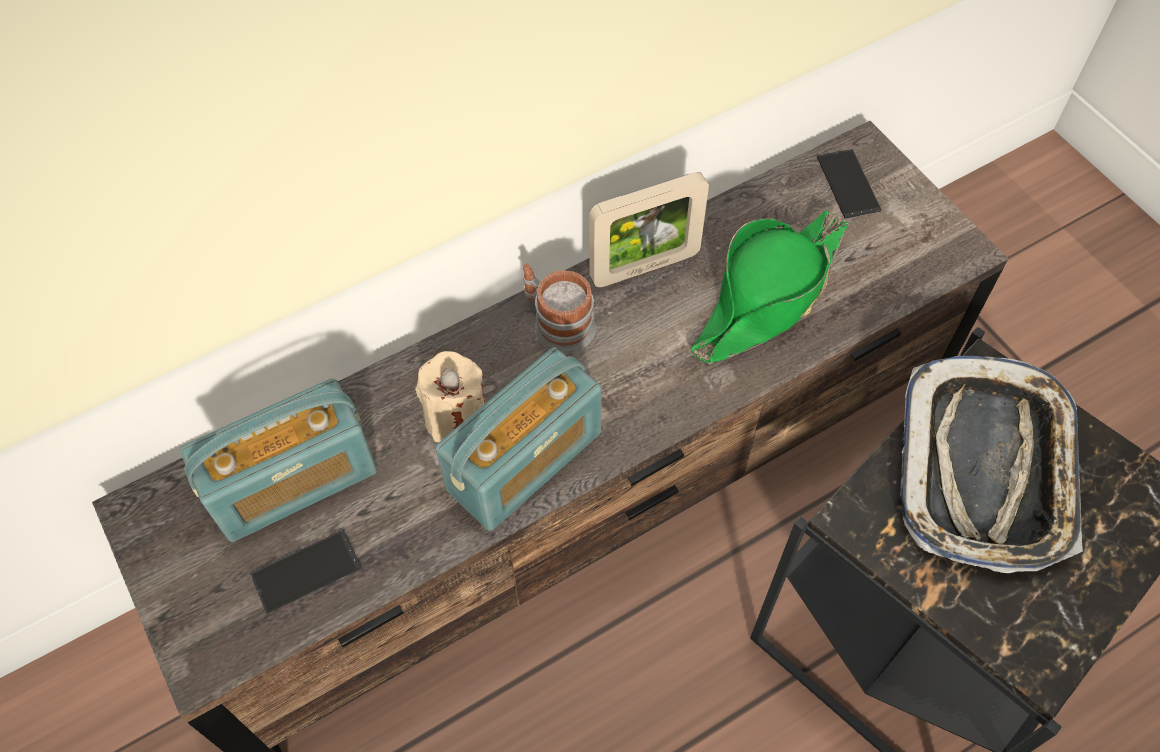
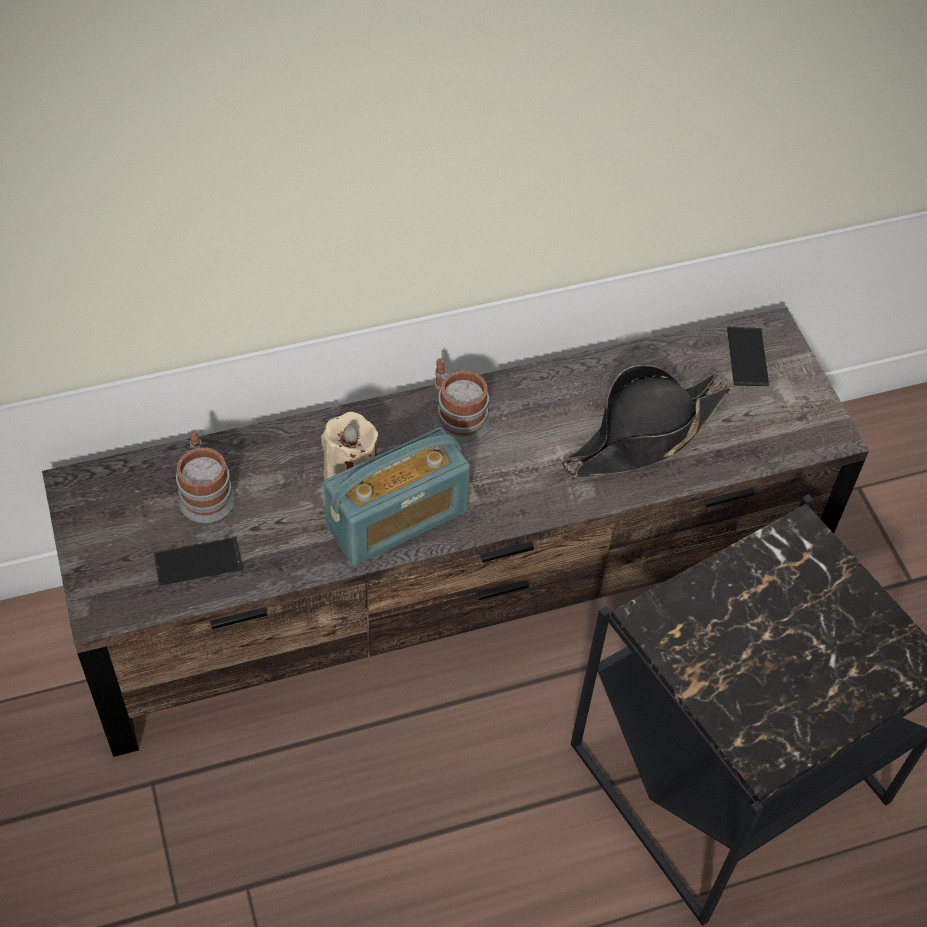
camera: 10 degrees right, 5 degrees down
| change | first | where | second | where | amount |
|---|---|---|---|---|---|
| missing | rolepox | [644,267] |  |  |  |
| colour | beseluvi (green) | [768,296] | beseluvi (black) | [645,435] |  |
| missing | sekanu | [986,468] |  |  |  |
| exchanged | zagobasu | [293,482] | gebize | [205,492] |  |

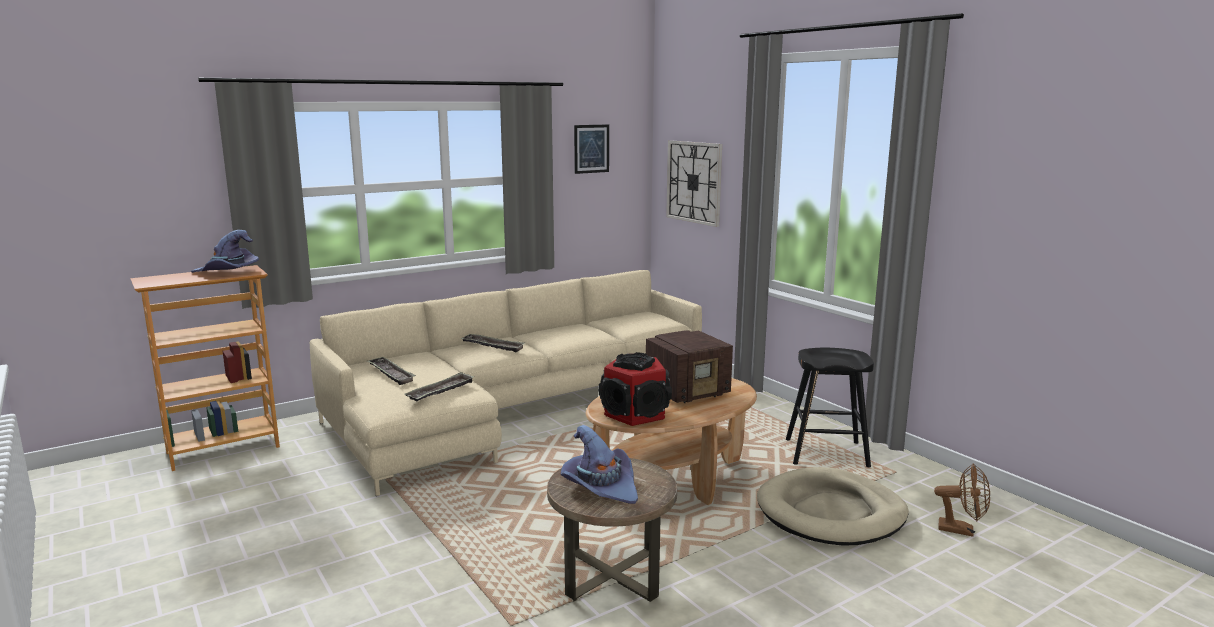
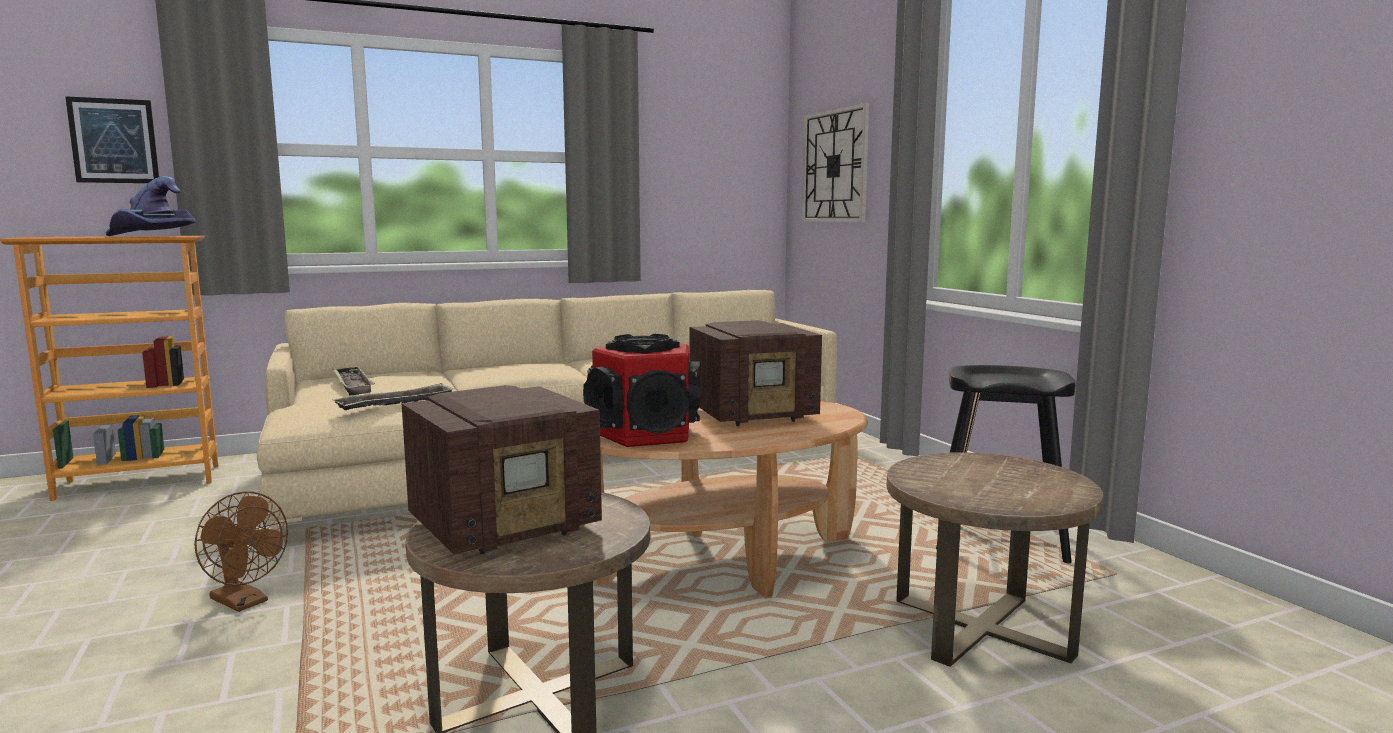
camera: 10 degrees right, 5 degrees down
| change | first | where | second | where | amount |
|---|---|---|---|---|---|
| relocated | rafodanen | [591,148] |  | [114,141] |  |
| missing | sekanu | [492,346] |  |  |  |
| exchanged | beseluvi (purple) | [600,486] | zagobasu | [507,526] |  |
| relocated | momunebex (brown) | [962,530] |  | [245,602] |  |
| exchanged | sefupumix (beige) | [831,513] | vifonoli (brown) | [981,628] |  |

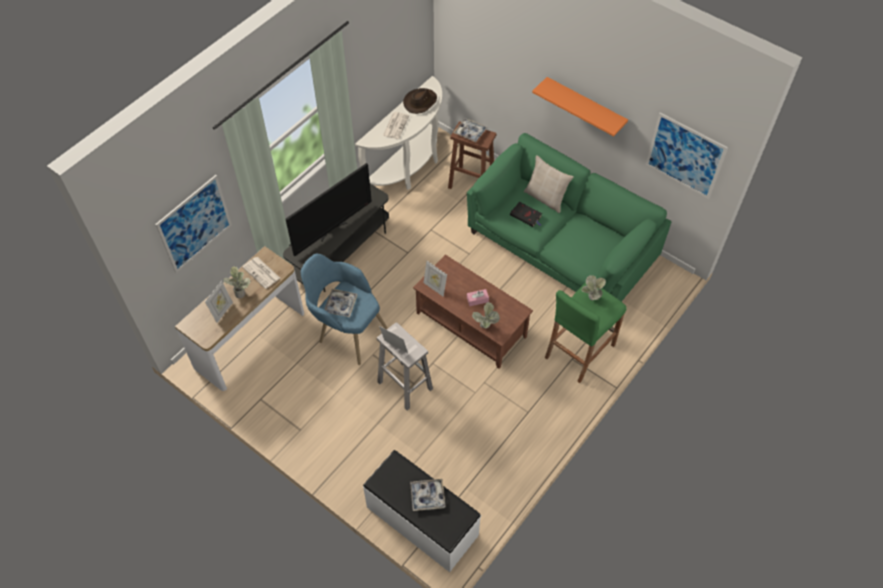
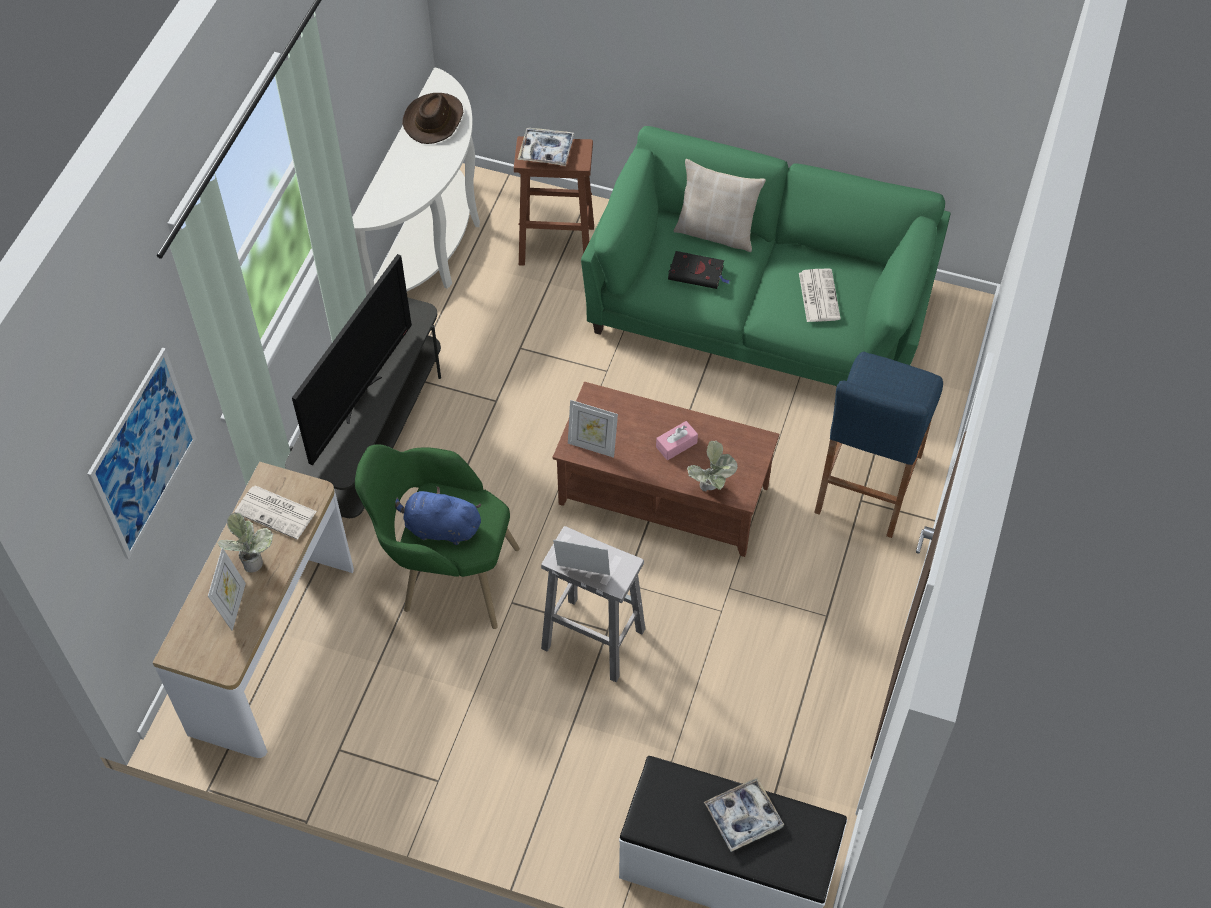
camera: 20 degrees left, 0 degrees up
| change | first | where | second | where | amount |
|---|---|---|---|---|---|
| missing | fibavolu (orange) | [585,107] |  |  |  |
| relocated | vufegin | [395,125] |  | [818,295] |  |
| missing | rafodanen | [685,155] |  |  |  |
| colour | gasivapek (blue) | [346,331] | gasivapek (green) | [445,576] |  |
| missing | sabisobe | [590,299] |  |  |  |
| colour | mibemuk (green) | [579,351] | mibemuk (blue) | [867,482] |  |
| exchanged | sekanu | [341,305] | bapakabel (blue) | [439,528] |  |

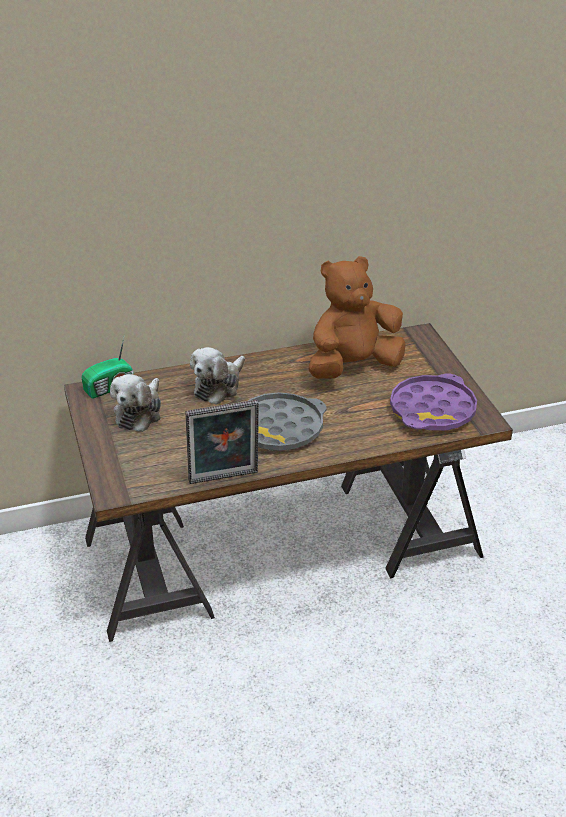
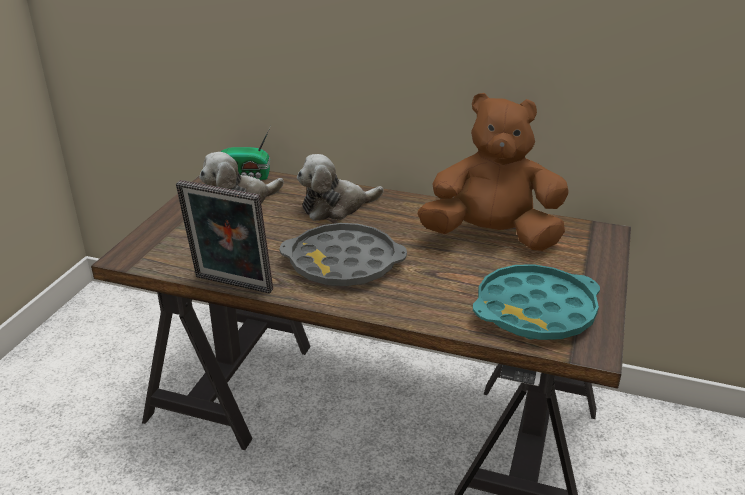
camera: 35 degrees right, 5 degrees down
| change | first | where | second | where | amount |
|---|---|---|---|---|---|
| colour | sekanu (purple) | [432,410] | sekanu (turquoise) | [535,311] |  |

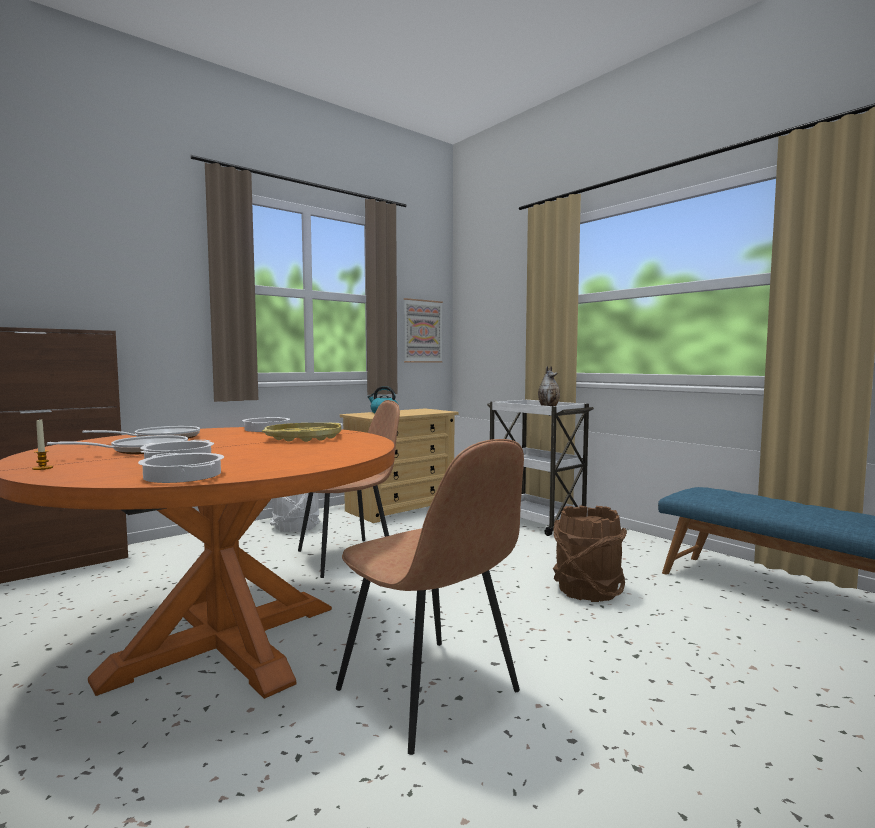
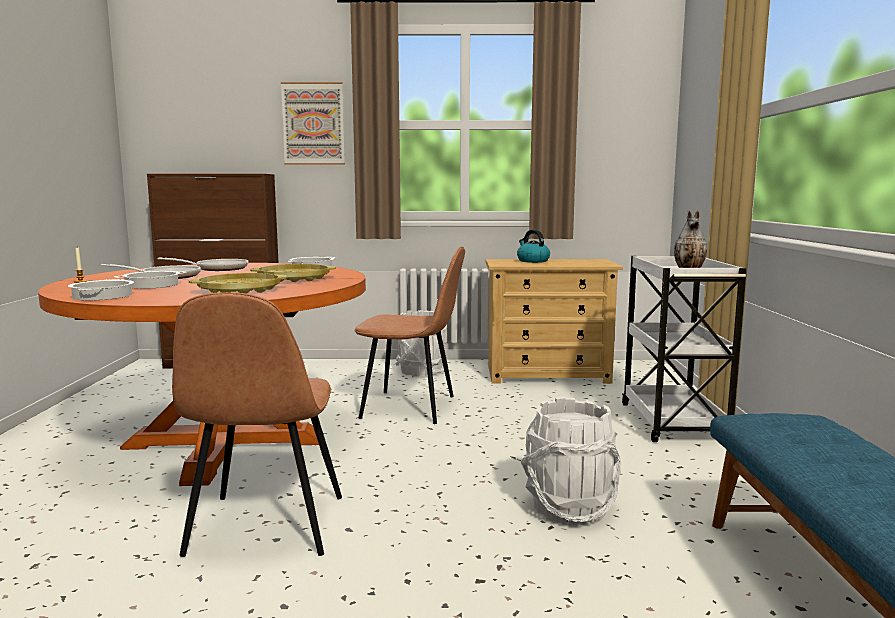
camera: 40 degrees right, 5 degrees up
| change | first | where | second | where | amount |
|---|---|---|---|---|---|
| relocated | rafodanen | [422,331] |  | [313,124] |  |
| colour | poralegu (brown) | [587,590] | poralegu (white) | [569,508] |  |
| appeared |  |  | sekanu (yellow) | [239,290] |  |

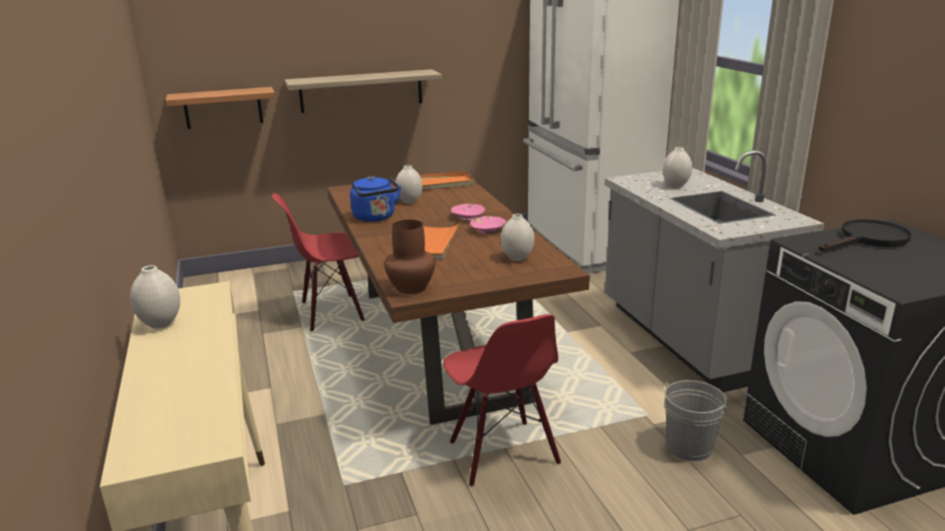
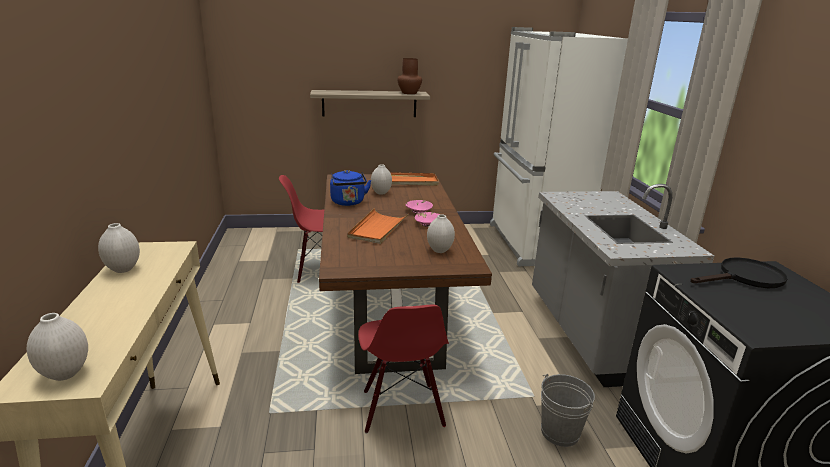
camera: 10 degrees right, 0 degrees up
| change | first | where | second | where | amount |
|---|---|---|---|---|---|
| missing | fibavolu | [223,108] |  |  |  |
| relocated | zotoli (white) | [675,186] |  | [64,374] |  |
| relocated | zotoli (brown) | [412,287] |  | [409,93] |  |

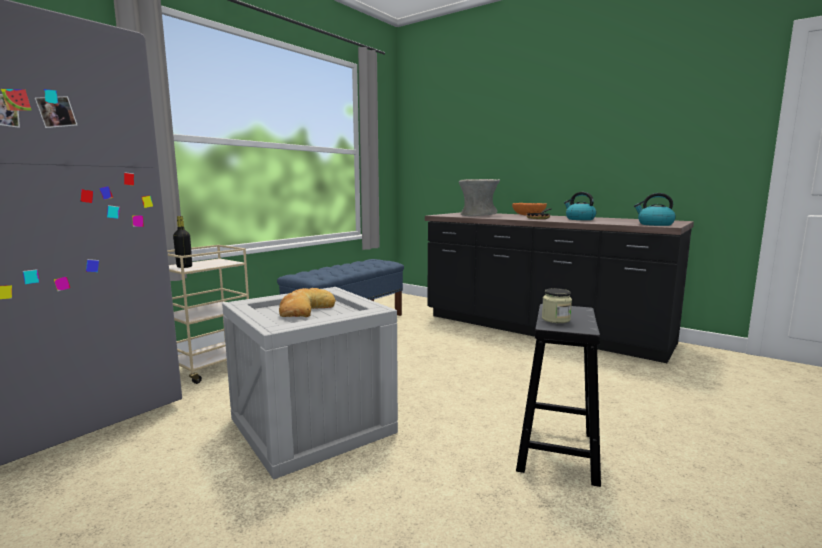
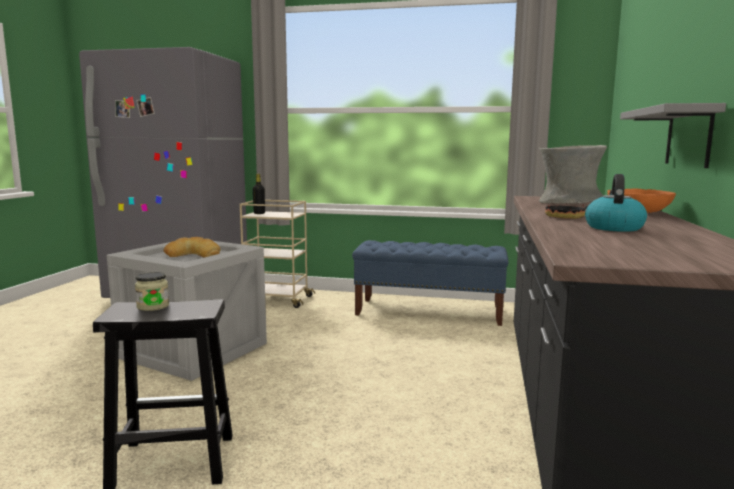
camera: 65 degrees right, 0 degrees up
| change | first | where | second | where | amount |
|---|---|---|---|---|---|
| missing | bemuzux | [654,224] |  |  |  |
| appeared |  |  | fibavolu (grey) | [688,137] |  |

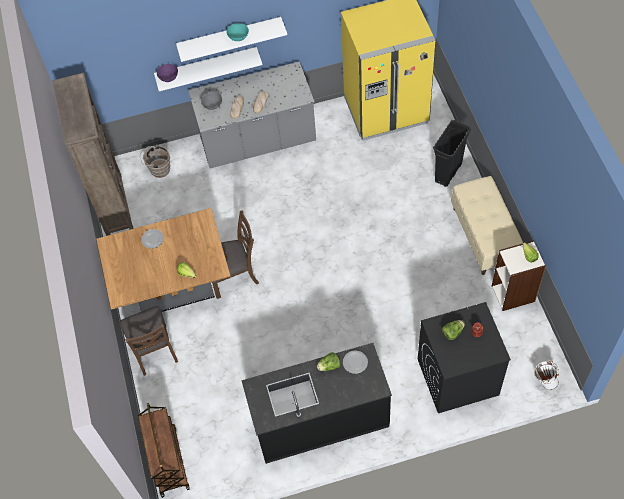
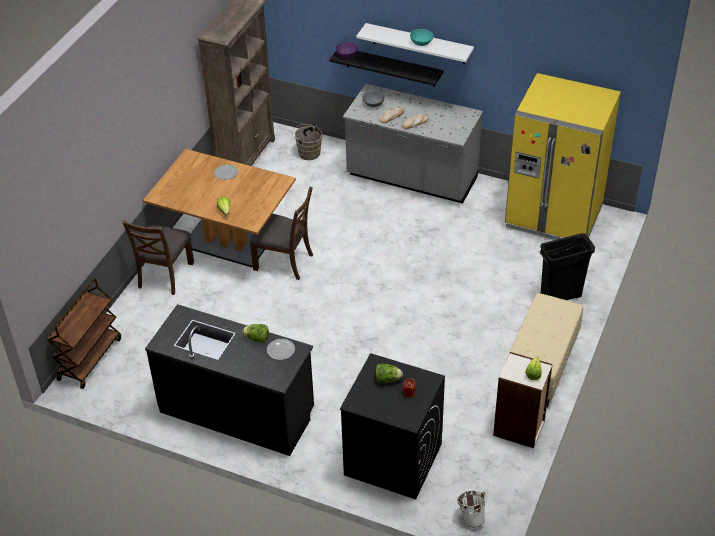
camera: 35 degrees right, 15 degrees down
| change | first | where | second | where | amount |
|---|---|---|---|---|---|
| colour | fibavolu (white) | [206,66] | fibavolu (black) | [390,67] |  |

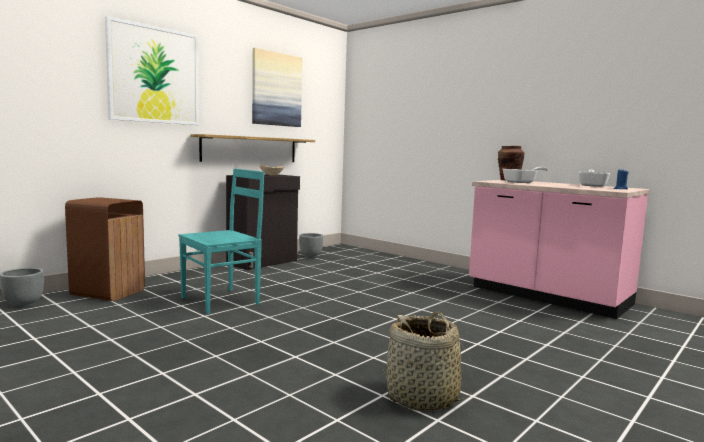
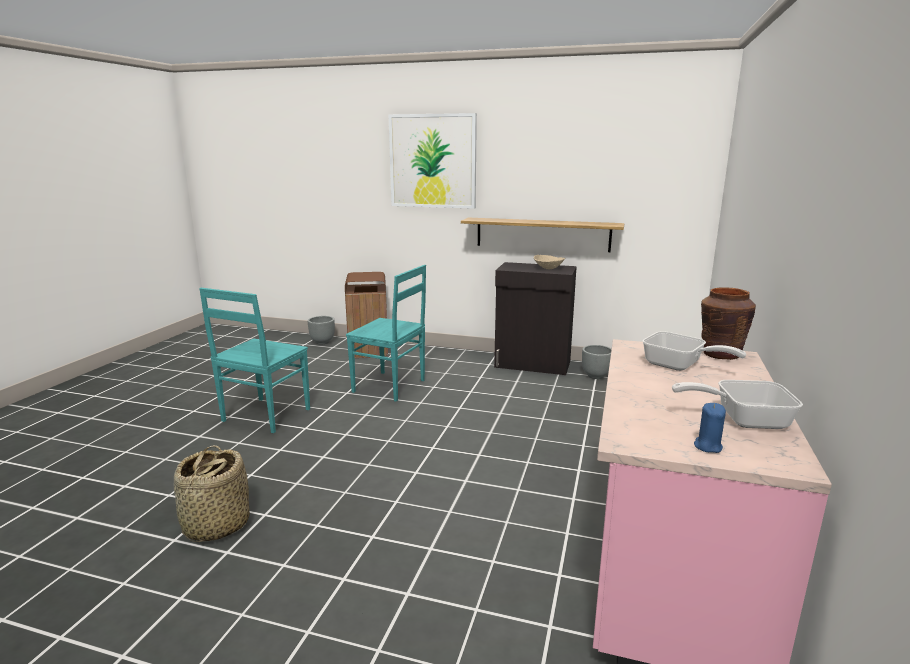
camera: 65 degrees right, 10 degrees up
| change | first | where | second | where | amount |
|---|---|---|---|---|---|
| missing | rafodanen | [276,89] |  |  |  |
| appeared |  |  | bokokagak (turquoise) | [264,416] |  |

